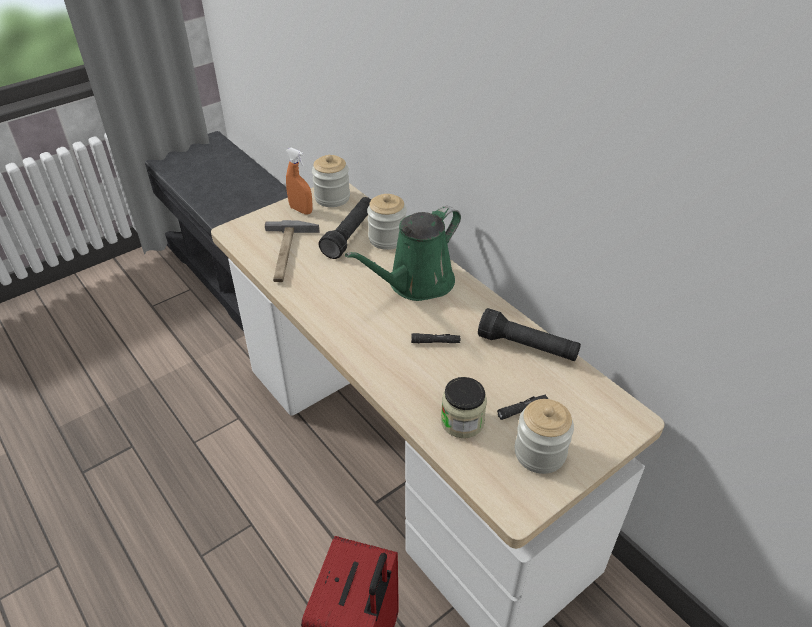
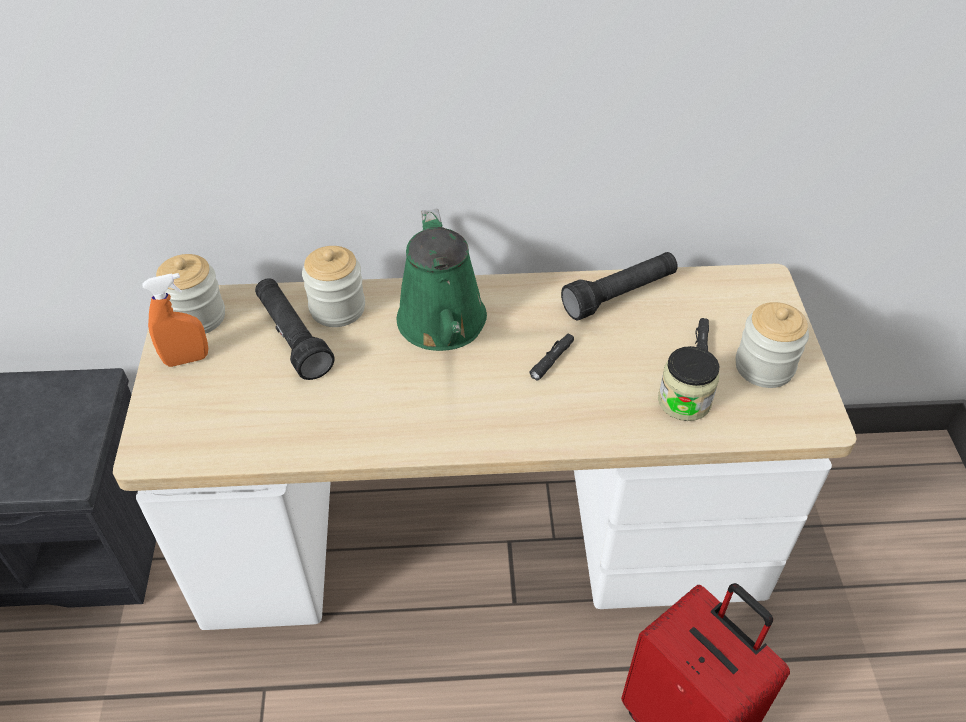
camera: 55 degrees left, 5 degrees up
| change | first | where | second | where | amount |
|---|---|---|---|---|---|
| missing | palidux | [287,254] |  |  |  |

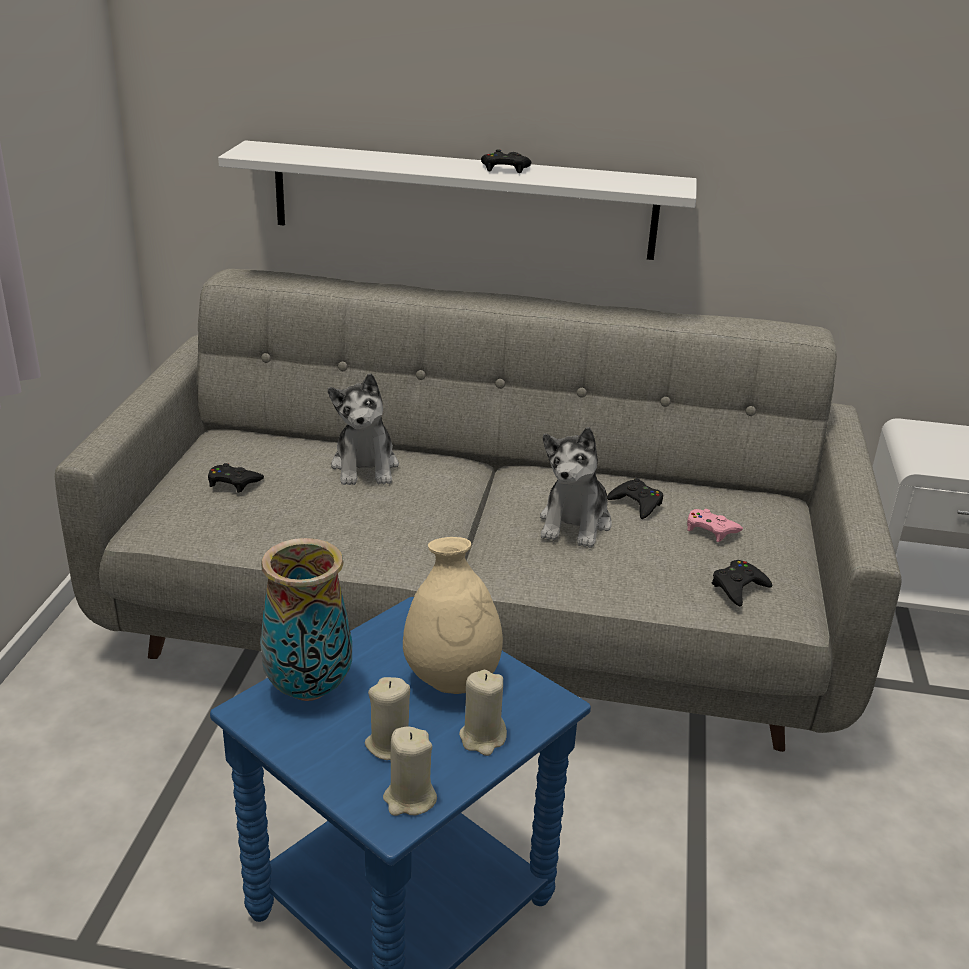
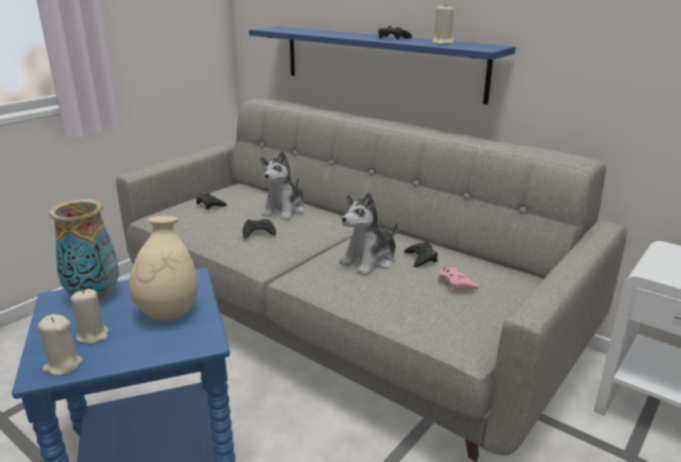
camera: 30 degrees right, 5 degrees down
| change | first | where | second | where | amount |
|---|---|---|---|---|---|
| colour | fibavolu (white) | [463,200] | fibavolu (blue) | [379,62] |  |
| relocated | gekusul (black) | [738,587] |  | [258,232] |  |
| relocated | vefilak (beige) | [482,738] |  | [442,43] |  |

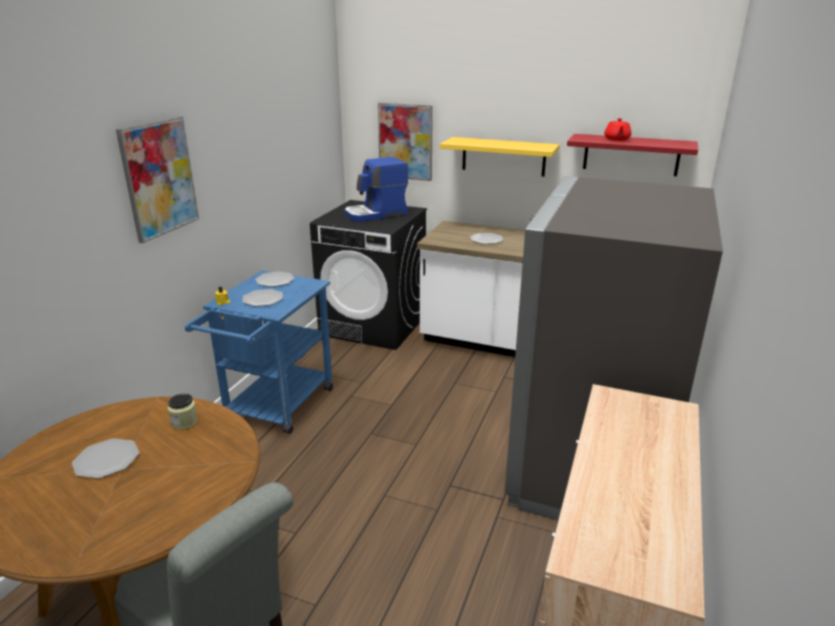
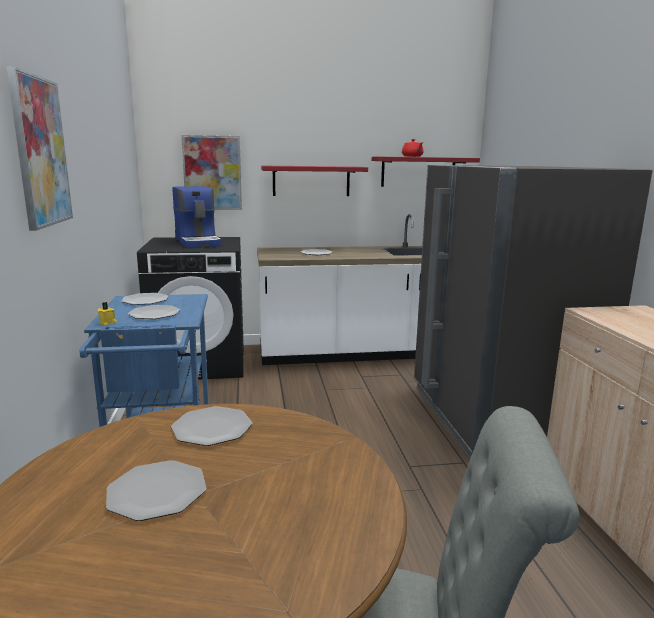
camera: 30 degrees left, 10 degrees down
| change | first | where | second | where | amount |
|---|---|---|---|---|---|
| colour | fibavolu (yellow) | [503,156] | fibavolu (red) | [311,181] |  |
| spun | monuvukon | [376,214] |  | [199,242] | 60 degrees counterclockwise |
| exchanged | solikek | [184,422] | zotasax | [212,428] |  |

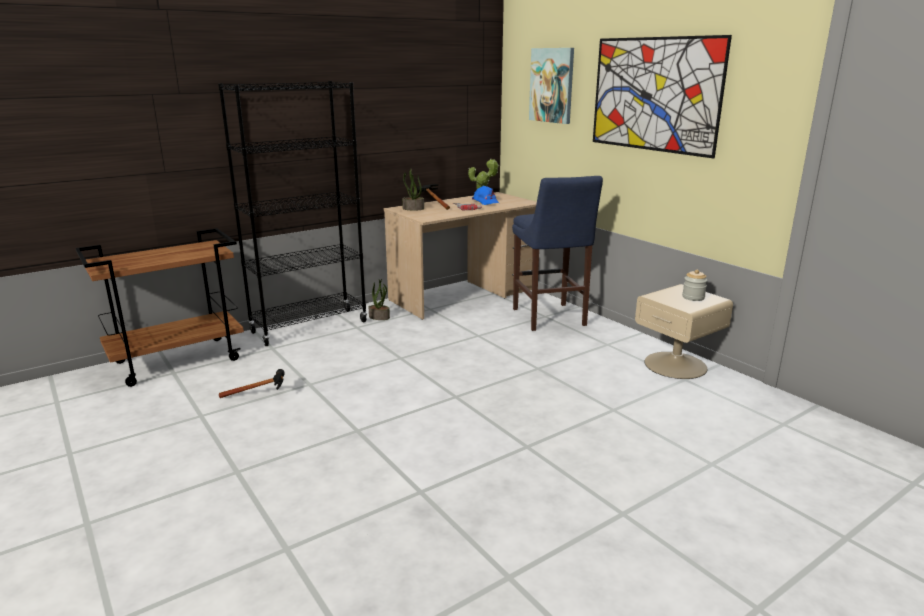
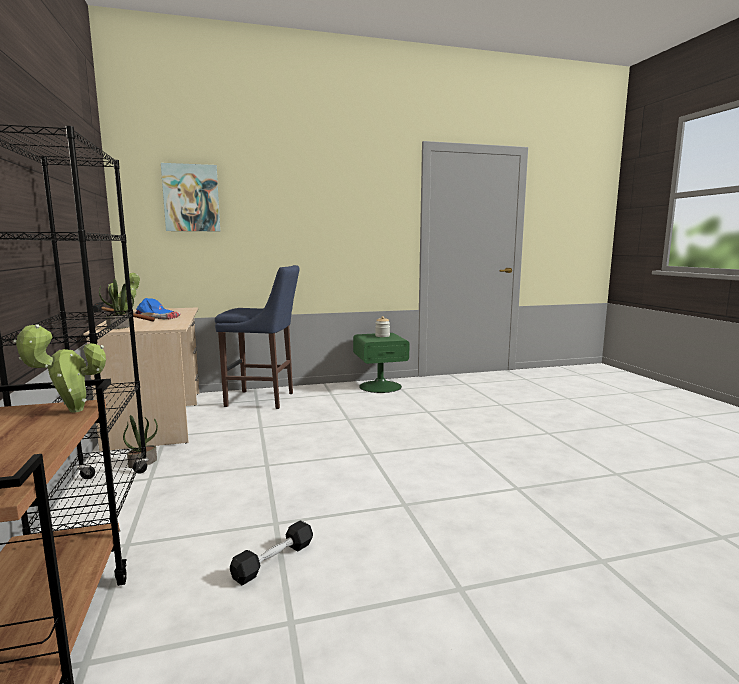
camera: 70 degrees left, 10 degrees down
| change | first | where | second | where | amount |
|---|---|---|---|---|---|
| missing | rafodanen | [654,94] |  |  |  |
| colour | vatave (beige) | [676,364] | vatave (green) | [380,386] |  |
| exchanged | palidux | [262,395] | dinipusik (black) | [273,561] |  |
| appeared |  |  | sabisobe | [70,411] |  |

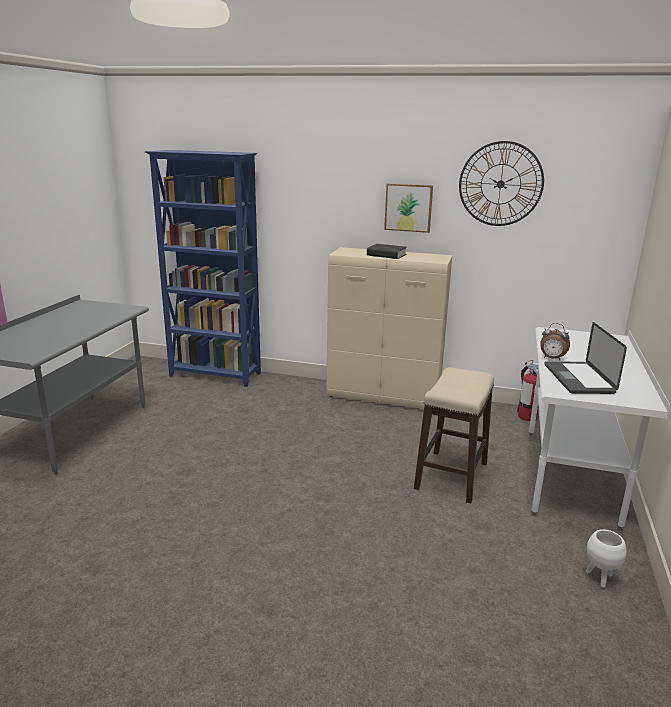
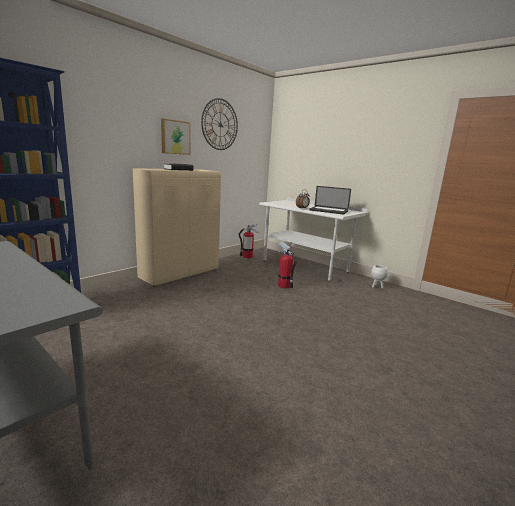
camera: 65 degrees left, 5 degrees down
| change | first | where | second | where | amount |
|---|---|---|---|---|---|
| exchanged | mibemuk | [451,475] | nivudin | [284,285] |  |

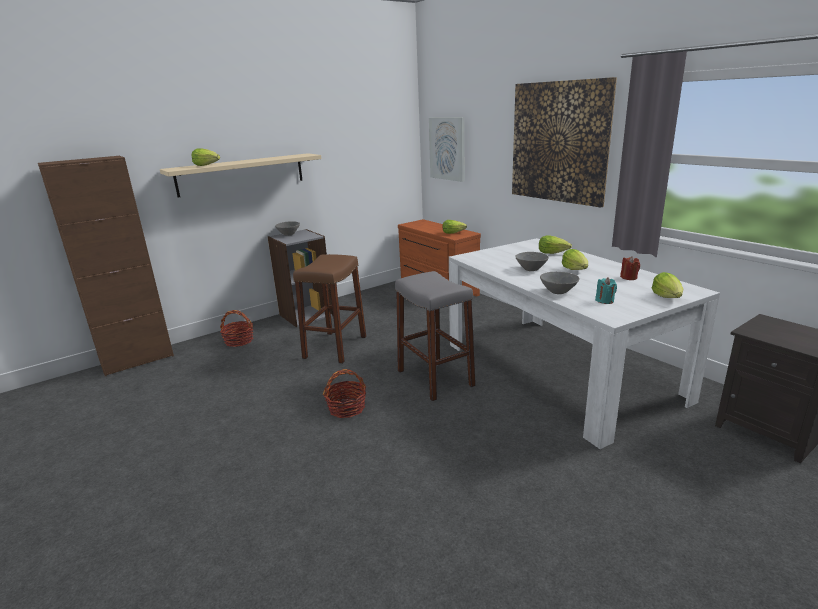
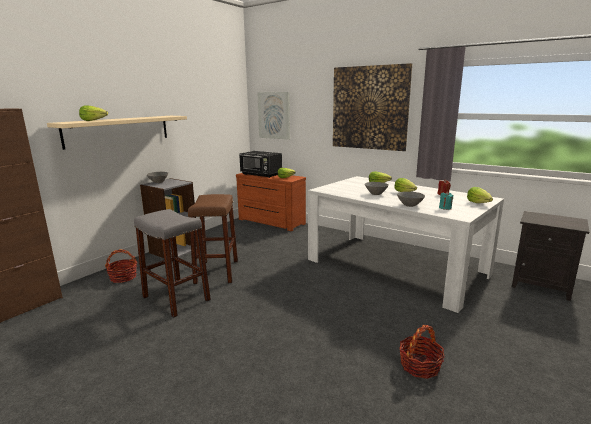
camera: 20 degrees left, 5 degrees down
| change | first | where | second | where | amount |
|---|---|---|---|---|---|
| relocated | mibemuk (grey) | [435,378] |  | [176,298] |  |
| relocated | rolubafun | [347,408] |  | [419,366] |  |
| appeared |  |  | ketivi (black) | [261,175] |  |

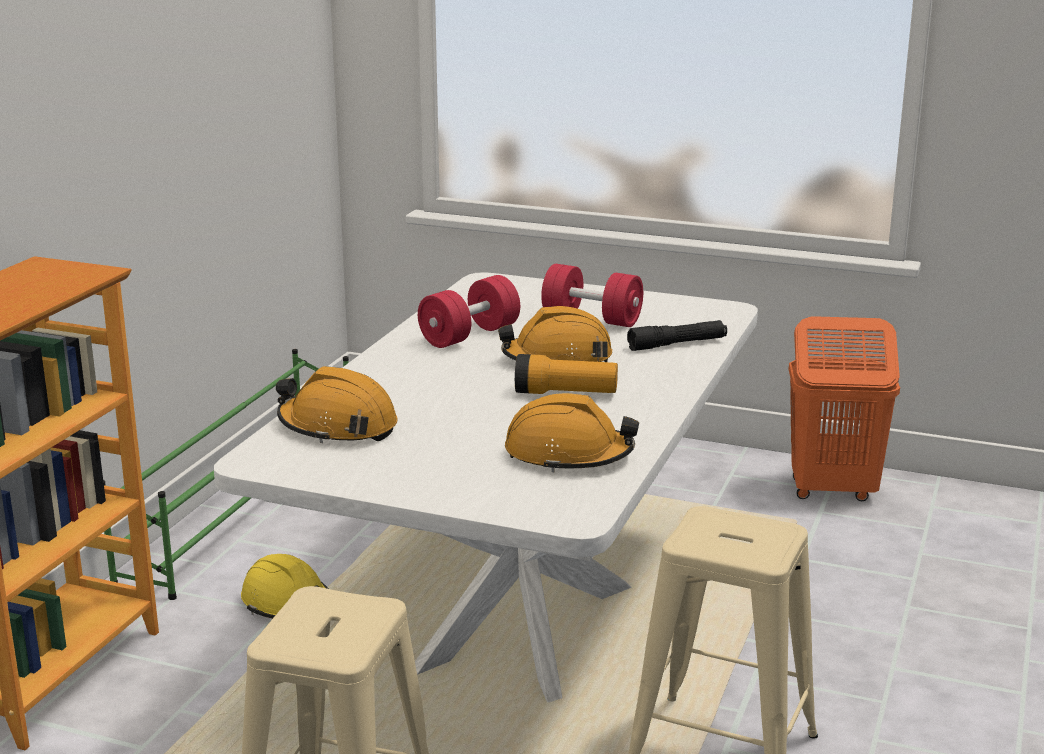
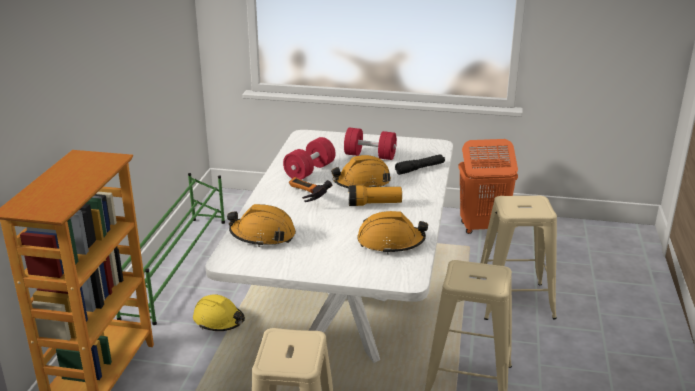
camera: 10 degrees left, 5 degrees up
| change | first | where | second | where | amount |
|---|---|---|---|---|---|
| appeared |  |  | palidux | [304,197] |  |
| appeared |  |  | mibemuk (beige) | [514,301] |  |

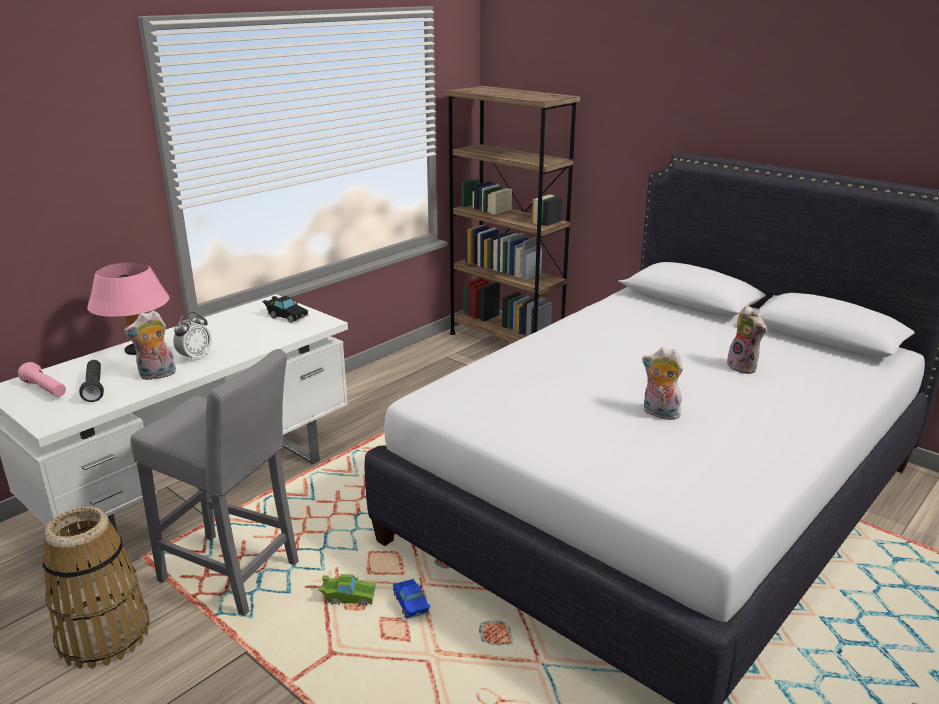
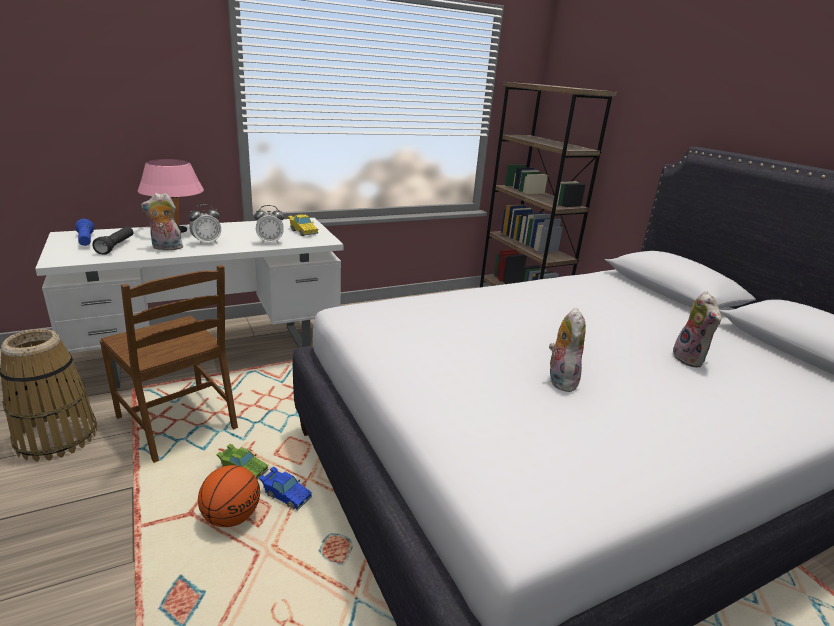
camera: 20 degrees right, 0 degrees up
| change | first | where | second | where | amount |
|---|---|---|---|---|---|
| colour | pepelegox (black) | [286,316] | pepelegox (yellow) | [303,231] |  |
| spun | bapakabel | [659,414] |  | [560,380] | 45 degrees clockwise |
| exchanged | mibemuk (grey) | [234,575] | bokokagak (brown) | [179,422] |  |
| colour | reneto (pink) | [45,390] | reneto (blue) | [86,241] |  |
| spun | pepelegox (blue) | [411,606] |  | [285,495] | 120 degrees clockwise |
| appeared |  |  | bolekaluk | [270,242] |  |
| appeared |  |  | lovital | [232,516] |  |

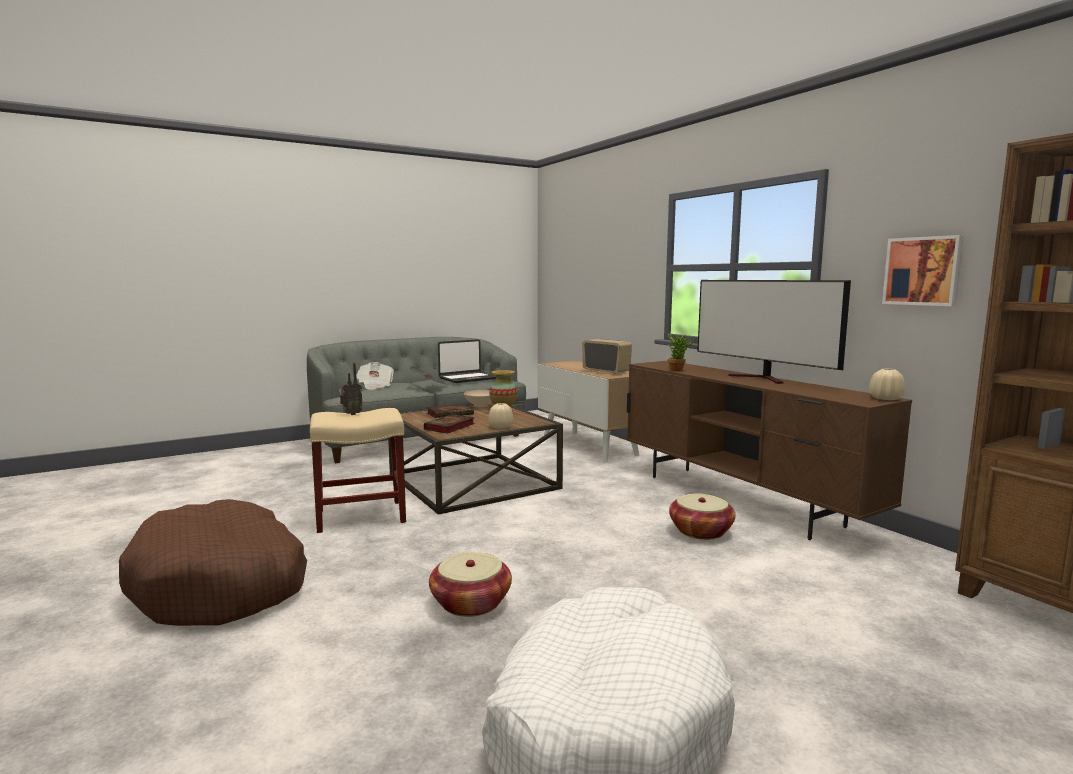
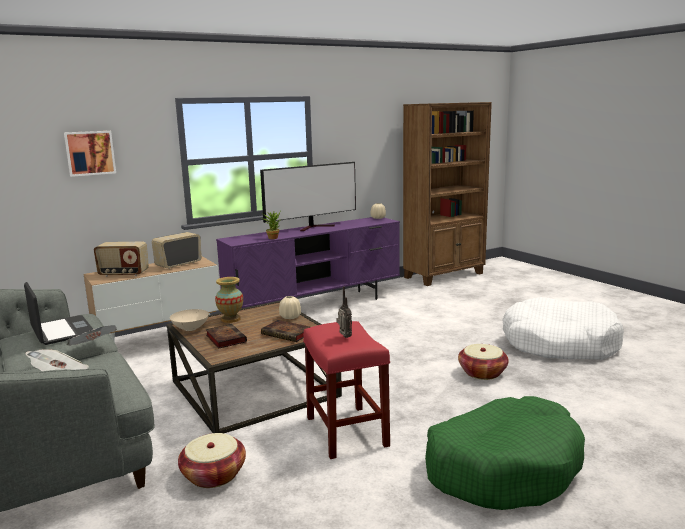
camera: 90 degrees left, 5 degrees up
| change | first | where | second | where | amount |
|---|---|---|---|---|---|
| relocated | rafodanen | [923,271] |  | [90,153] |  |
| colour | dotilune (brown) | [740,500] | dotilune (purple) | [316,306] |  |
| colour | mibemuk (beige) | [362,516] | mibemuk (red) | [345,431] |  |
| relocated | rolubafun | [701,531] |  | [214,475] |  |
| colour | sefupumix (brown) | [221,584] | sefupumix (green) | [503,468] |  |
| appeared |  |  | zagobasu | [123,274] |  |

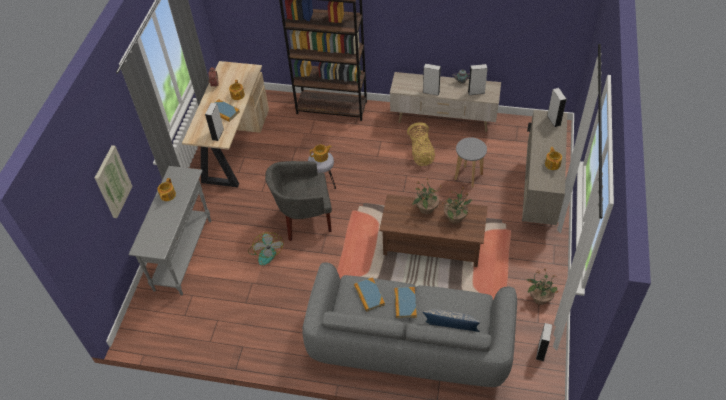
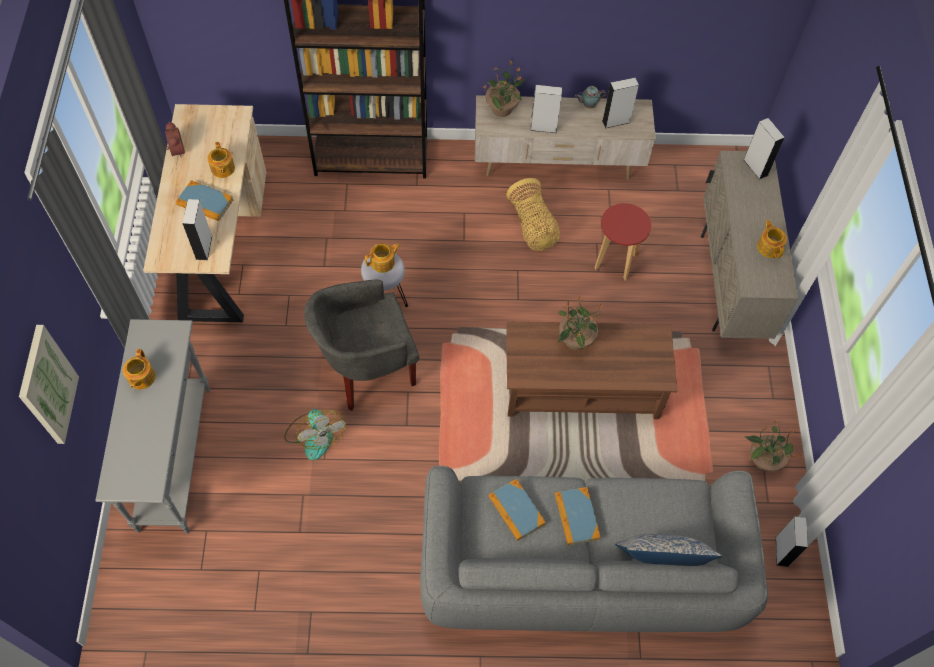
camera: 15 degrees left, 10 degrees up
| change | first | where | second | where | amount |
|---|---|---|---|---|---|
| colour | mibemuk (grey) | [468,177] | mibemuk (red) | [616,262] |  |
| relocated | sabisobe | [455,217] |  | [502,108] |  |

